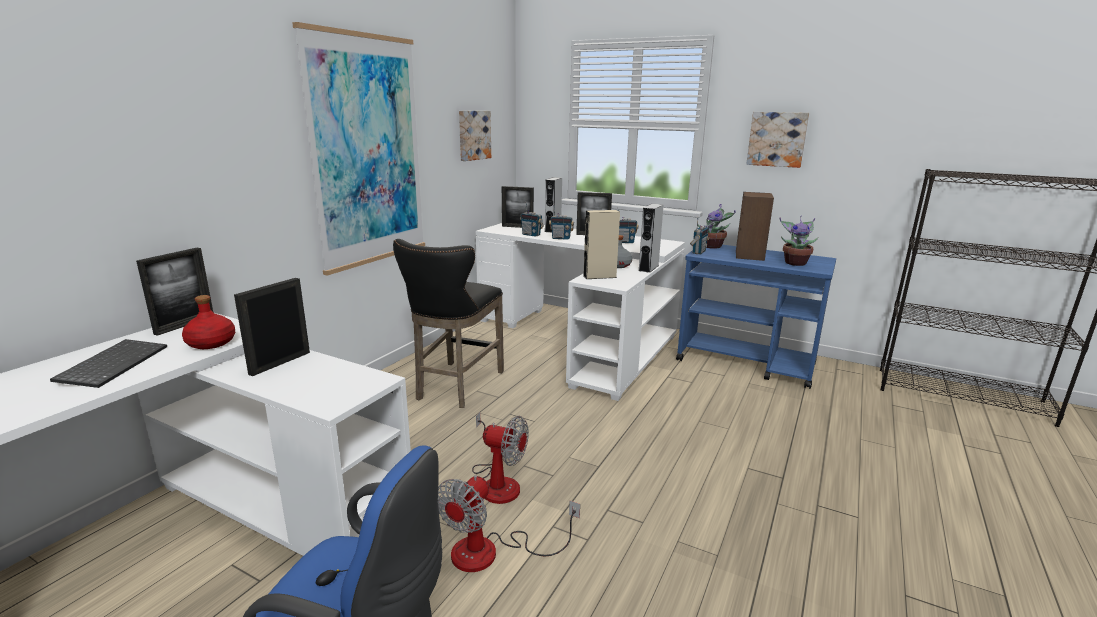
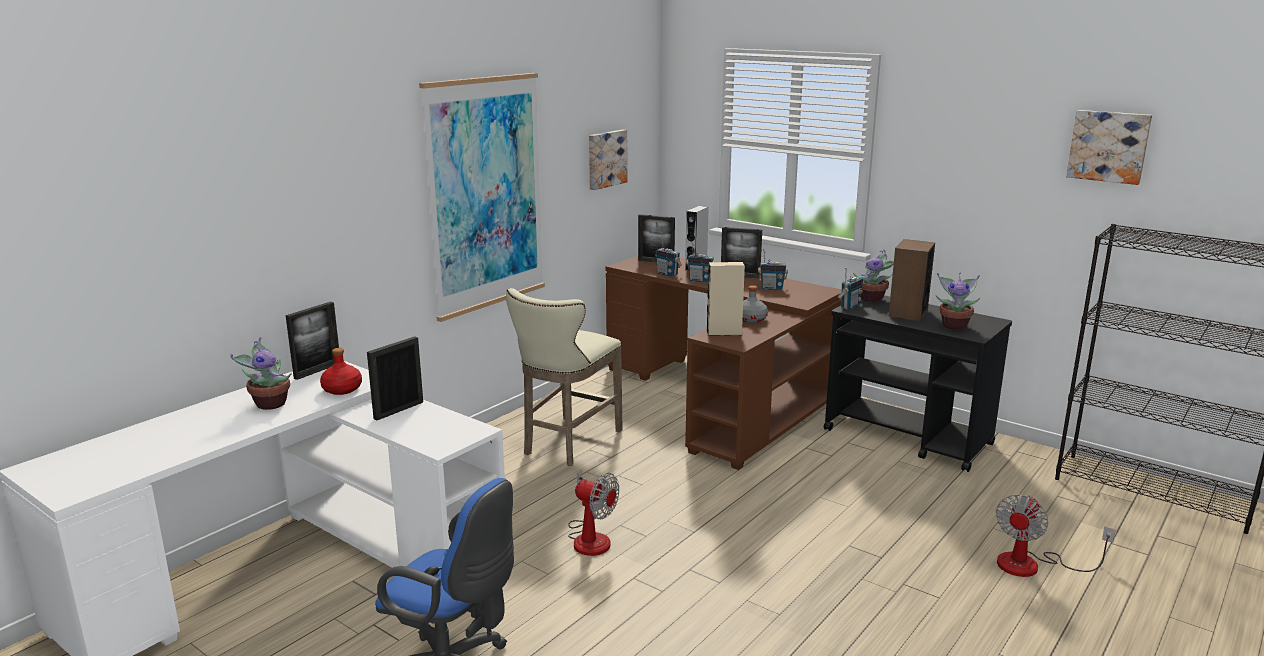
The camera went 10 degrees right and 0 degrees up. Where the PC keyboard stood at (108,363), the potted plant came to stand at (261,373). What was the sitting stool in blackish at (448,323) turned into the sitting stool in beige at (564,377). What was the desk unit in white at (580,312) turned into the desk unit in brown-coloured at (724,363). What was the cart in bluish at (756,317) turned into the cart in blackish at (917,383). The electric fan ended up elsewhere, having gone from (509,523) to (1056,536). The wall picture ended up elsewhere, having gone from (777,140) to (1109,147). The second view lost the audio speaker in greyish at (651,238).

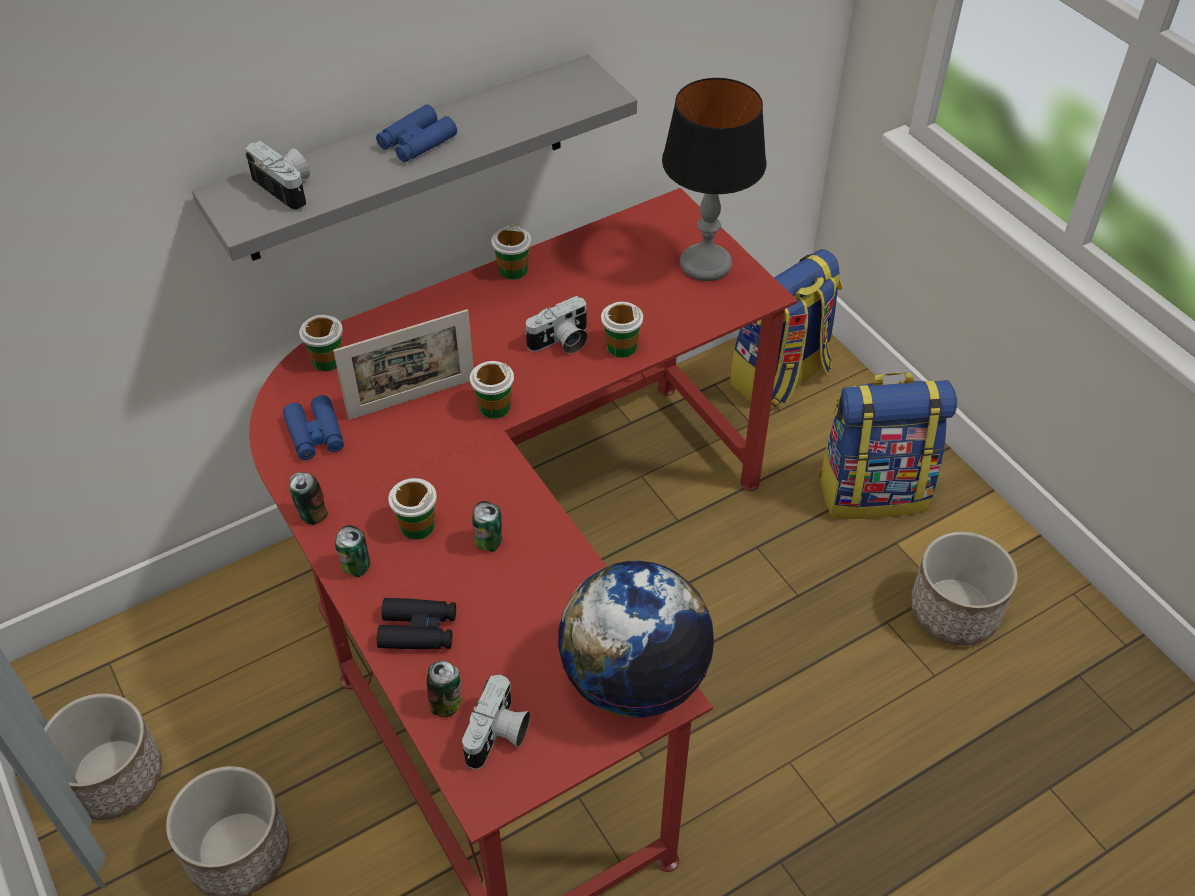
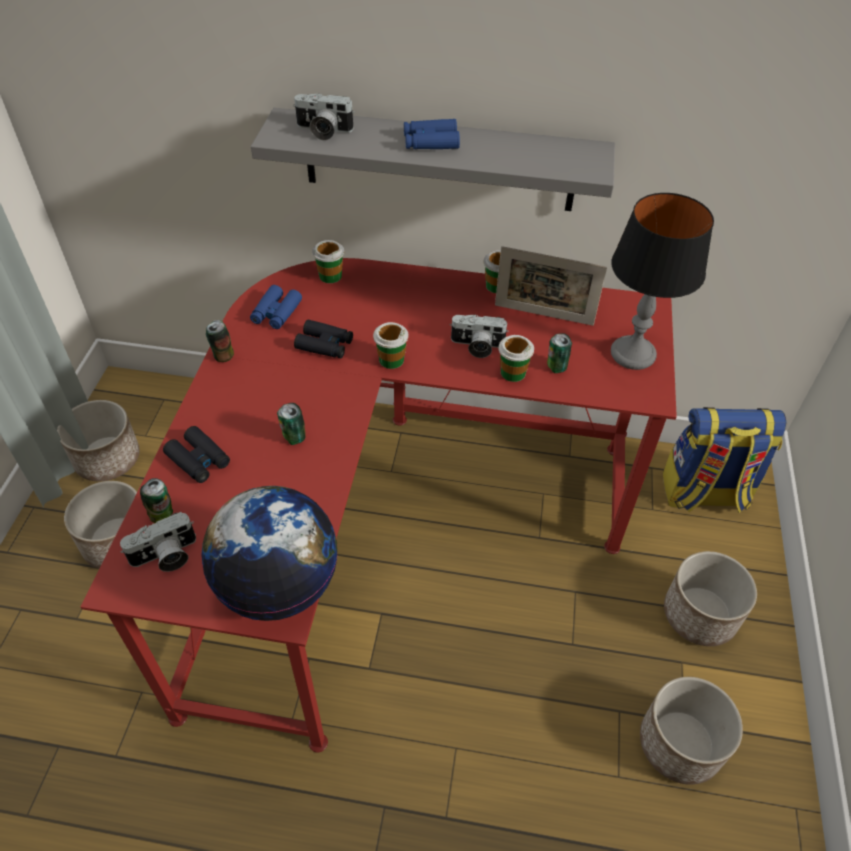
The camera went 40 degrees right and 0 degrees up. The photo camera at (277,176) ended up facing another way, 105 degrees clockwise from before. The second view gained the field glasses in blackish at (323,339). The standing frame ended up elsewhere, having gone from (403,364) to (551,286). The metal can ended up elsewhere, having gone from (352,551) to (559,353). Where the backpack stood at (887,446), the plant pot came to stand at (710,598). The second view lost the drinking cup at (412,509).

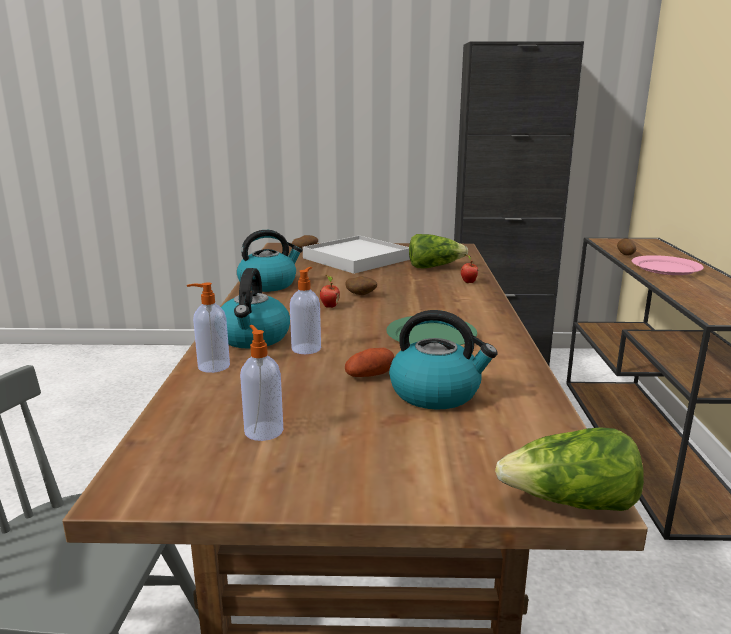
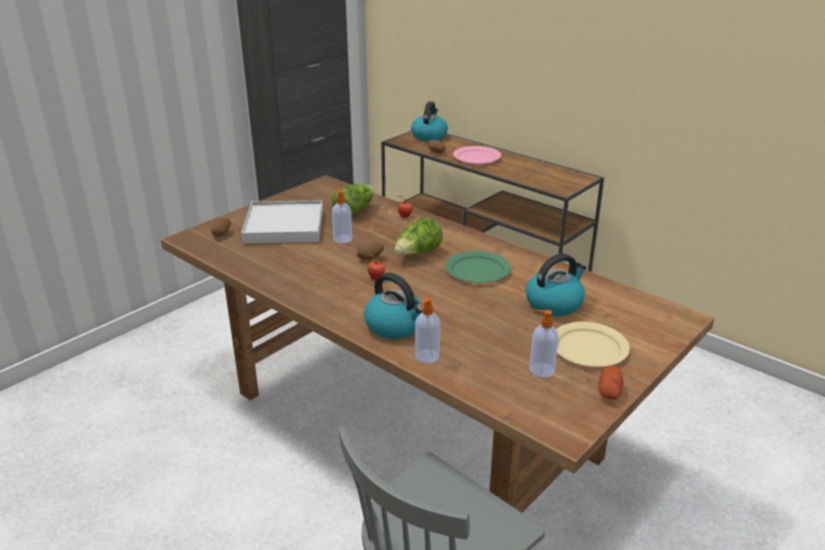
The camera went 50 degrees left and 10 degrees up. The liquid soap bottle ended up elsewhere, having gone from (305,310) to (342,215). The lettuce head ended up elsewhere, having gone from (569,469) to (419,236). The tea kettle ended up elsewhere, having gone from (269,261) to (429,121). The second view gained the dinner plate in beige at (593,344). The whole potato ended up elsewhere, having gone from (369,362) to (611,382).

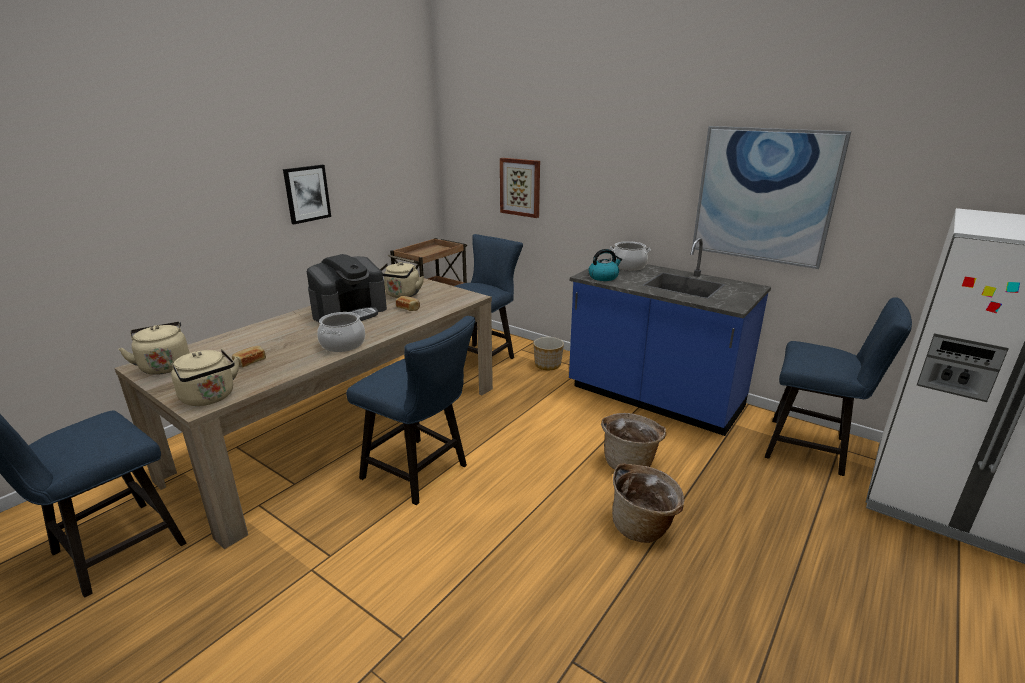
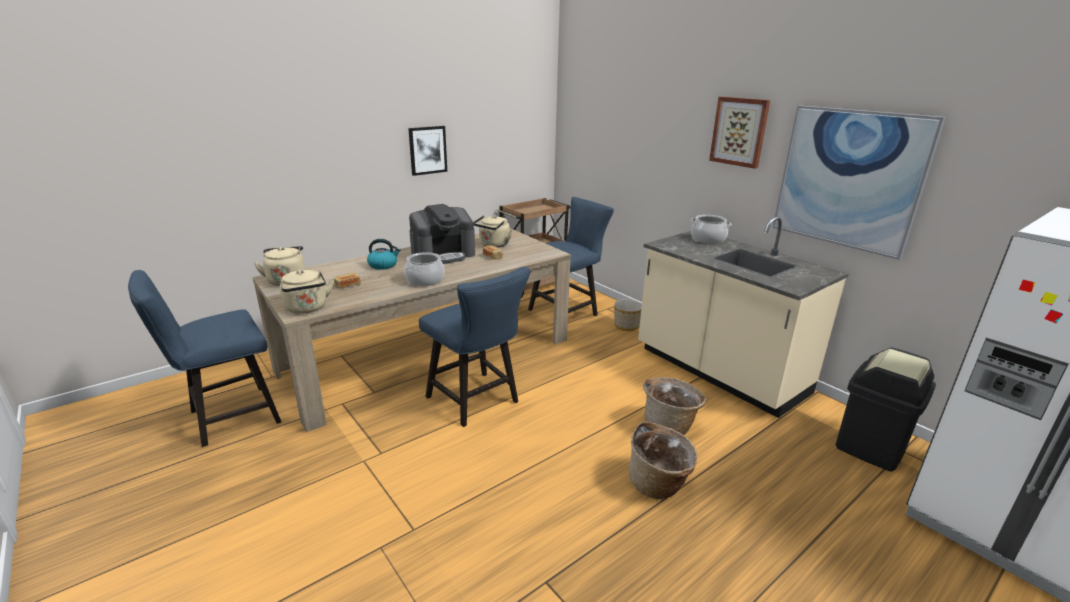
The camera went 15 degrees right and 0 degrees up. The tea kettle ended up elsewhere, having gone from (605,265) to (384,254). What was the counter in bluish at (670,337) turned into the counter in beige at (743,317). The wall picture ended up elsewhere, having gone from (520,188) to (739,132). Where the plain chair in bluish stood at (838,386), the rubbish bin in blackish came to stand at (886,409).

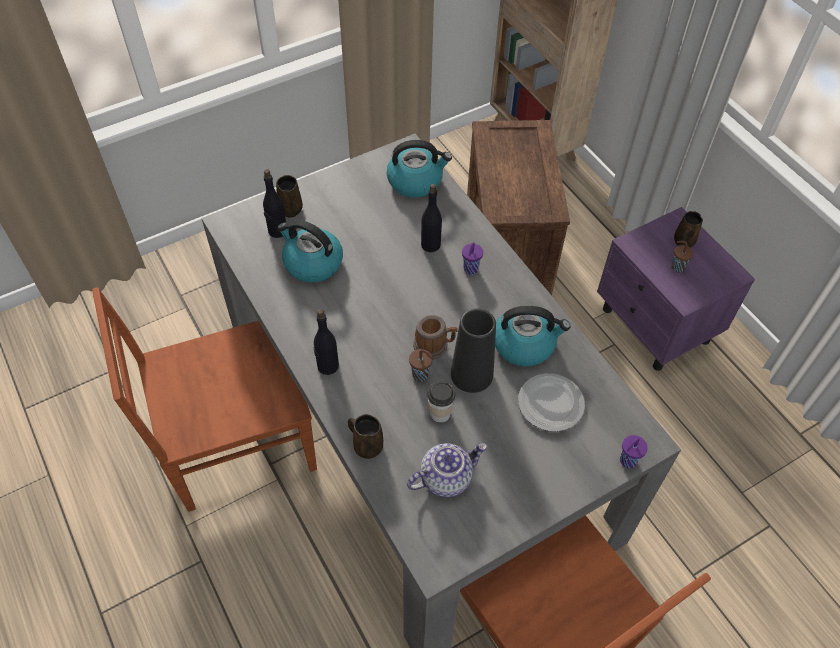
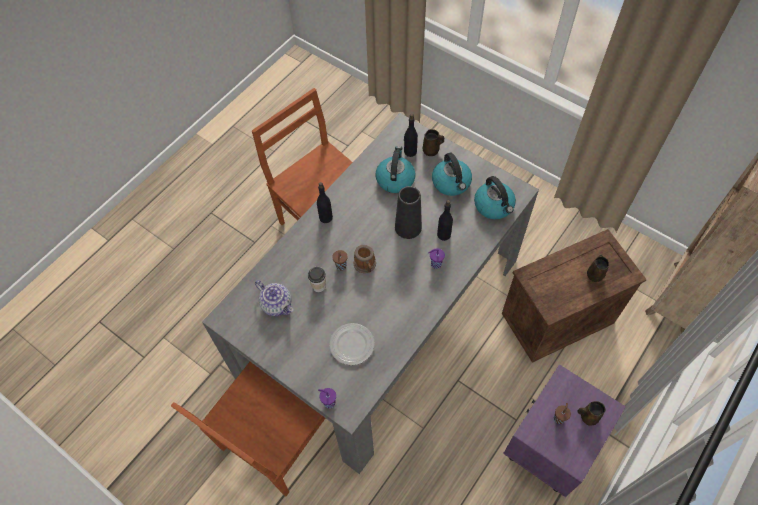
The camera went 70 degrees right and 5 degrees up. The decorative vase in blackish ended up elsewhere, having gone from (473,351) to (408,212). The tea kettle ended up elsewhere, having gone from (532,336) to (452,174). The tea mug in brown-coloured ended up elsewhere, having gone from (365,436) to (598,268).

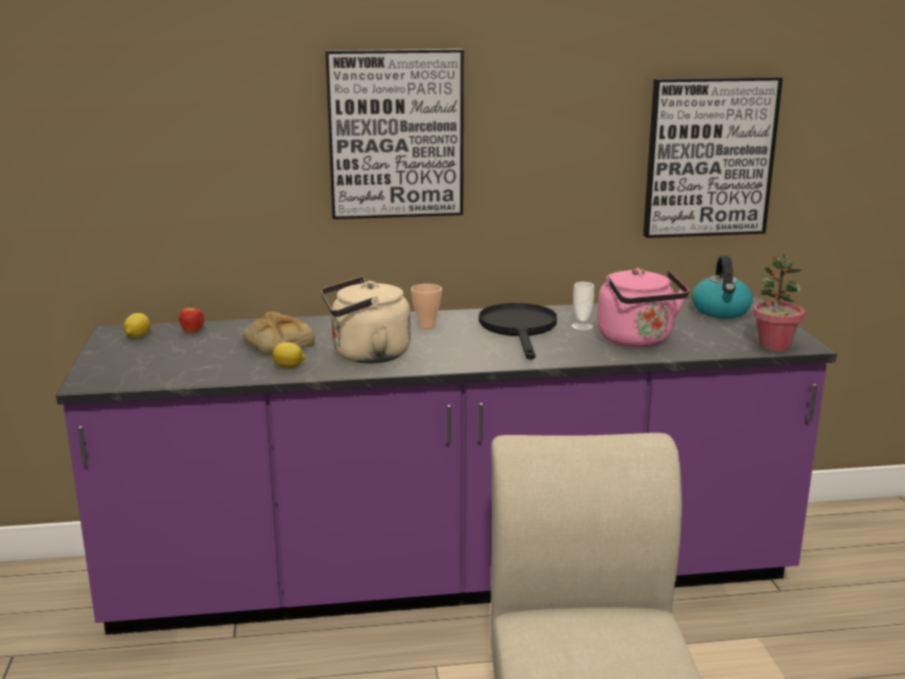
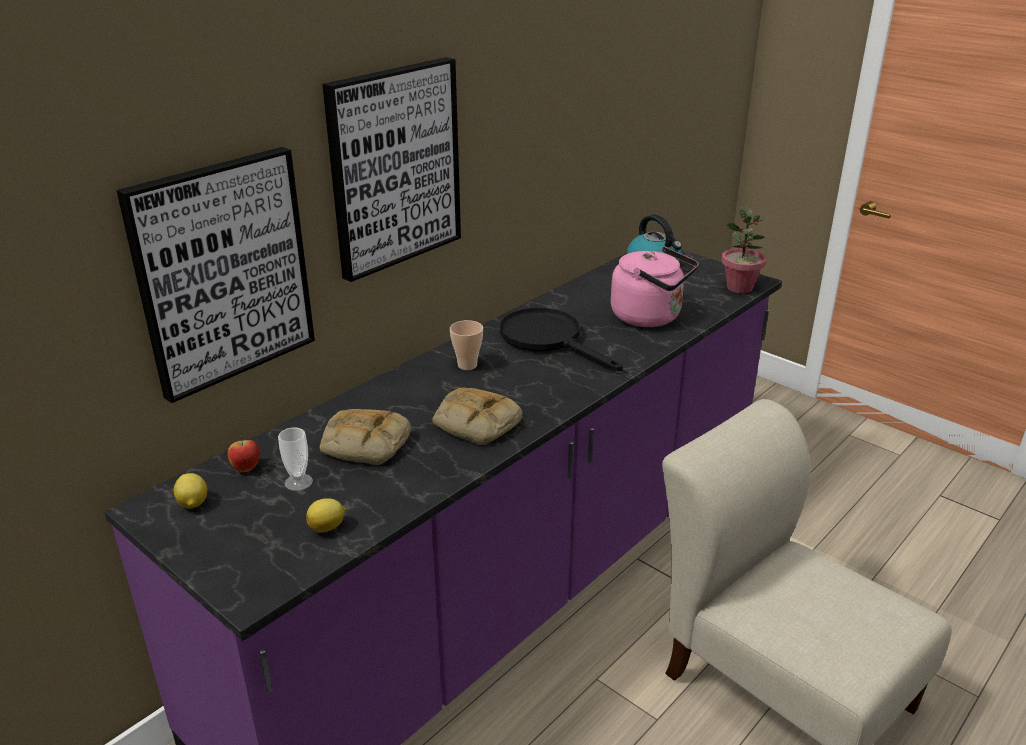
The camera went 40 degrees left and 10 degrees up. The wall picture ended up elsewhere, having gone from (713,157) to (215,275). The drinking cup ended up elsewhere, having gone from (583,306) to (295,459). The lemon ended up elsewhere, having gone from (288,355) to (325,515). Where the tea kettle in beige stood at (366,320), the baked bread came to stand at (477,416).

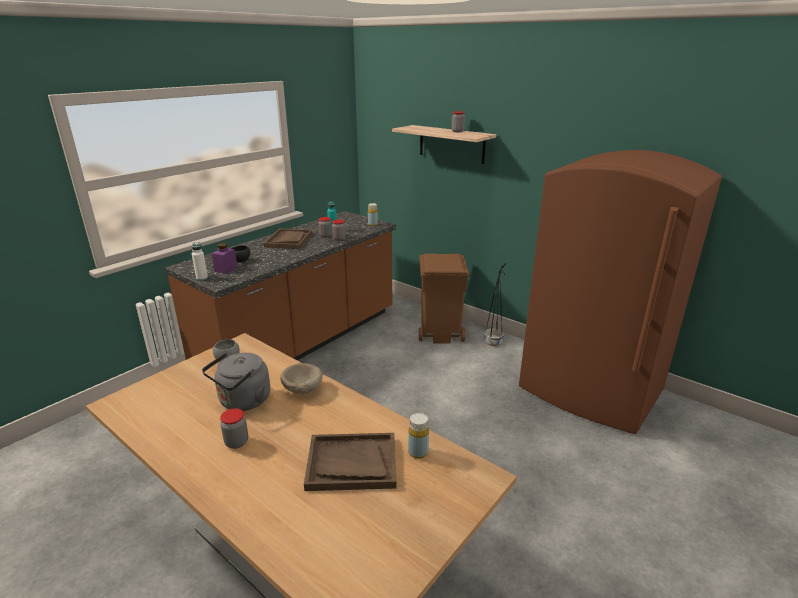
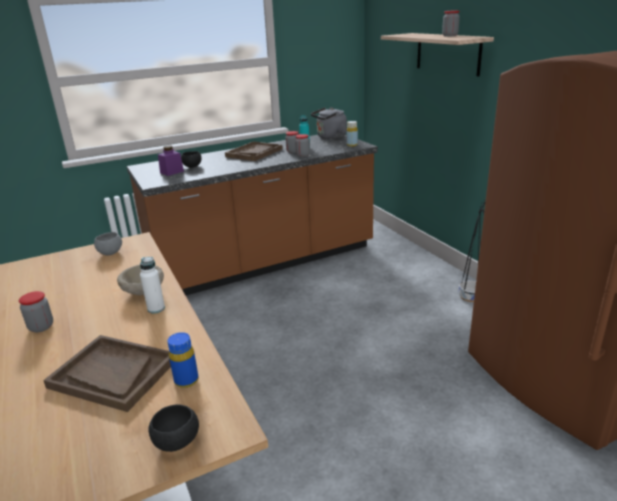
The camera went 25 degrees right and 0 degrees up. The bottle in white ended up elsewhere, having gone from (200,261) to (152,285). The second view gained the bowl in blackish at (173,428). What was the bottle in yellow-coloured at (418,436) turned into the bottle in bluish at (183,360). The tea kettle in greyish ended up elsewhere, having gone from (236,382) to (329,123). The second view lost the rubbish bin in brown-coloured at (444,299).

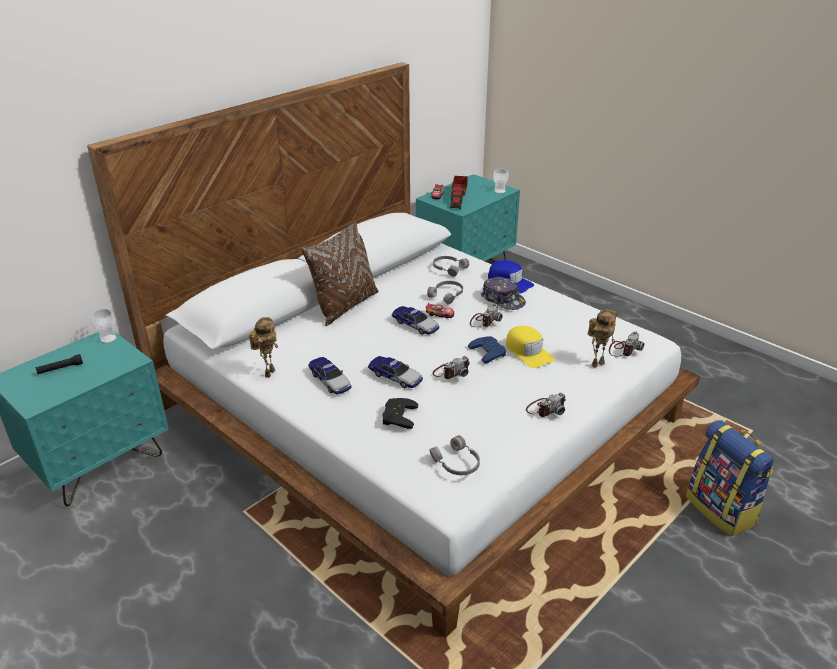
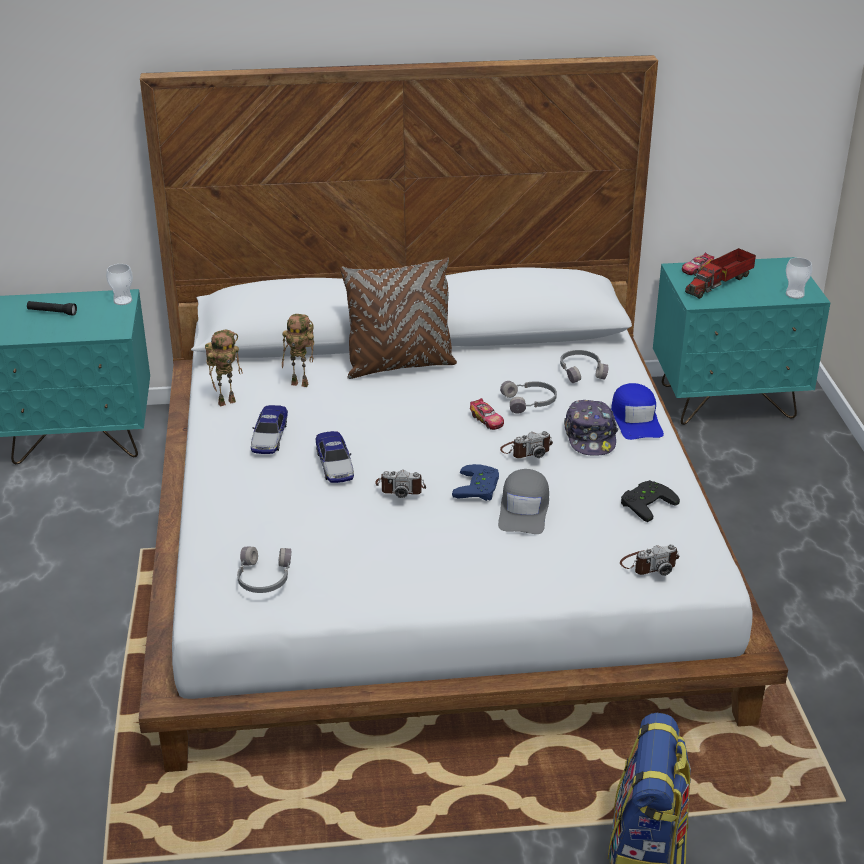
The camera went 40 degrees right and 0 degrees up. The model robot ended up elsewhere, having gone from (602,338) to (298,350). What was the peaked cap in yellow-coloured at (530,347) turned into the peaked cap in greyish at (523,501). The gamepad in blackish ended up elsewhere, having gone from (400,413) to (650,501). The second view lost the toy car at (416,320). The second view lost the photo camera at (546,404).

